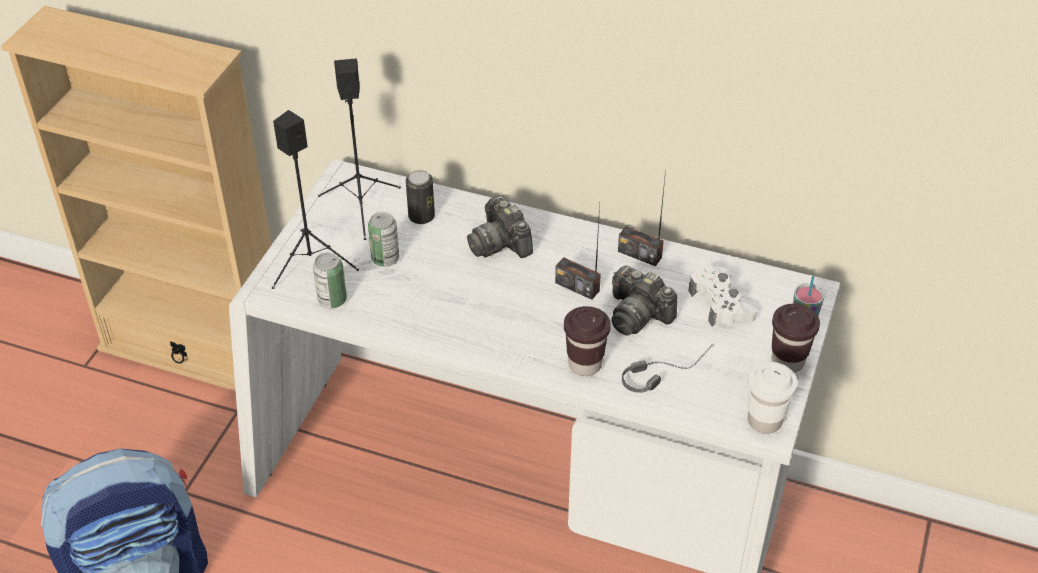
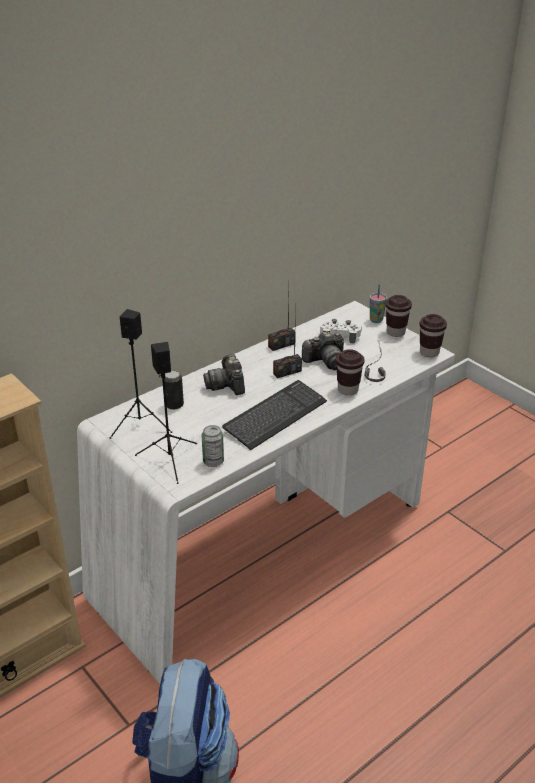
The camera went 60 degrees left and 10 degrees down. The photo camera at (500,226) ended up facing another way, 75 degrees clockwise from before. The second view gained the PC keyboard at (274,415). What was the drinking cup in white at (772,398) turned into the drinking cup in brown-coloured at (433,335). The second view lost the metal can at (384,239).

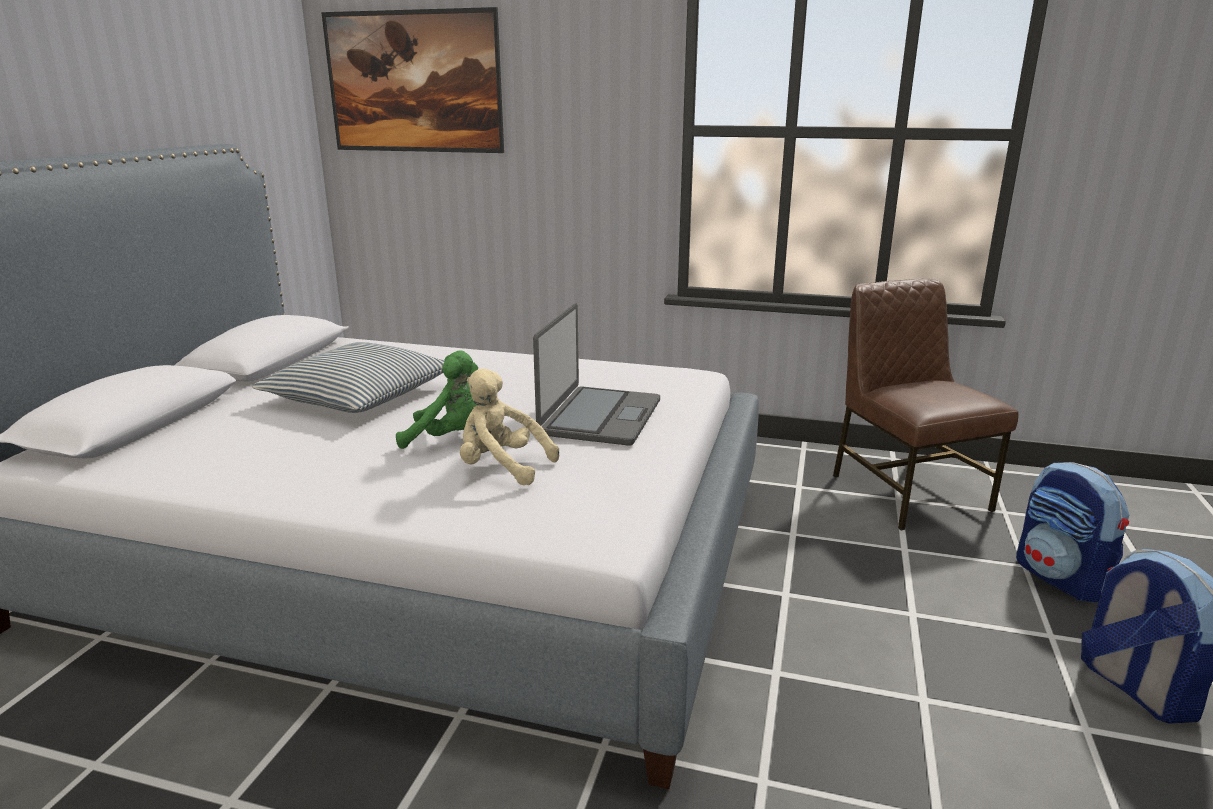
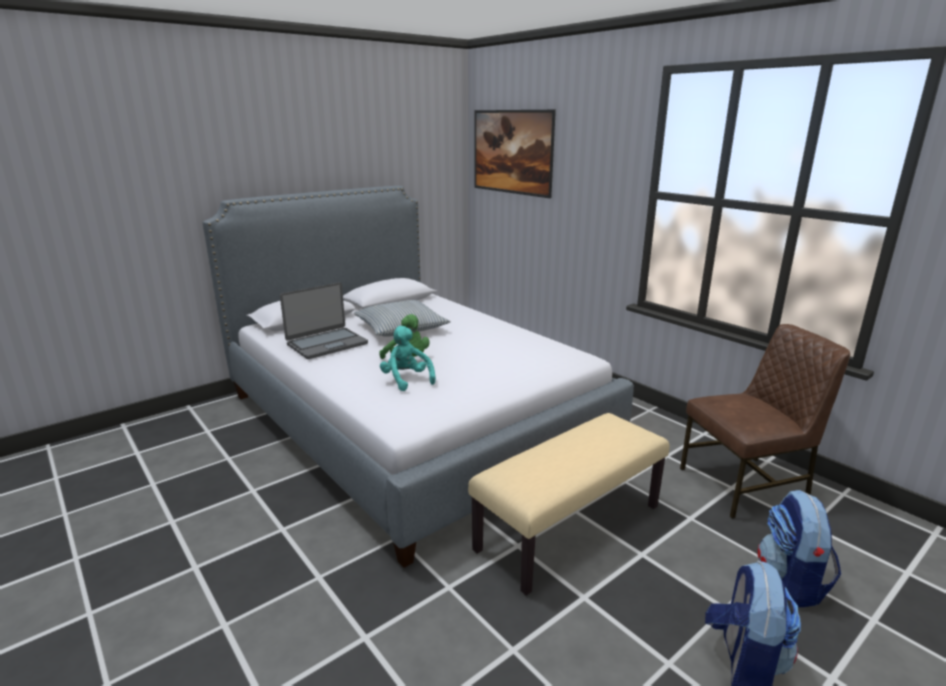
The camera went 35 degrees right and 0 degrees up. The notebook computer ended up elsewhere, having gone from (596,375) to (324,320). What was the plush toy in beige at (509,427) turned into the plush toy in turquoise at (408,358). The second view gained the indoor bench in beige at (569,504). The plain chair in brown-coloured at (925,404) ended up facing another way, 60 degrees clockwise from before.

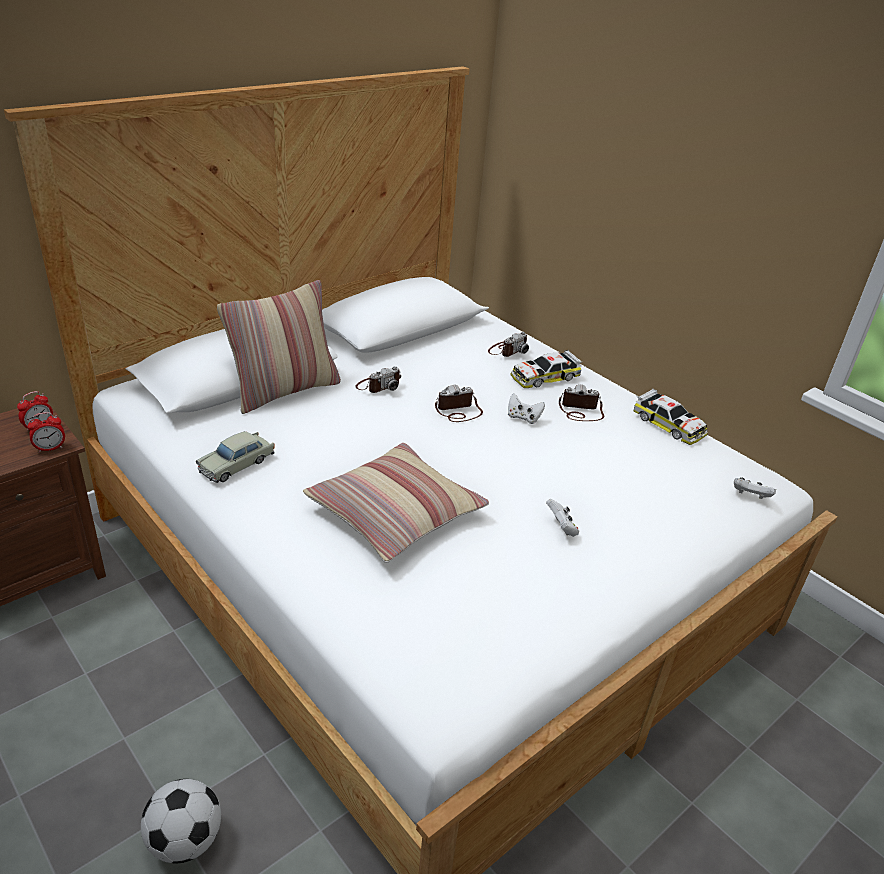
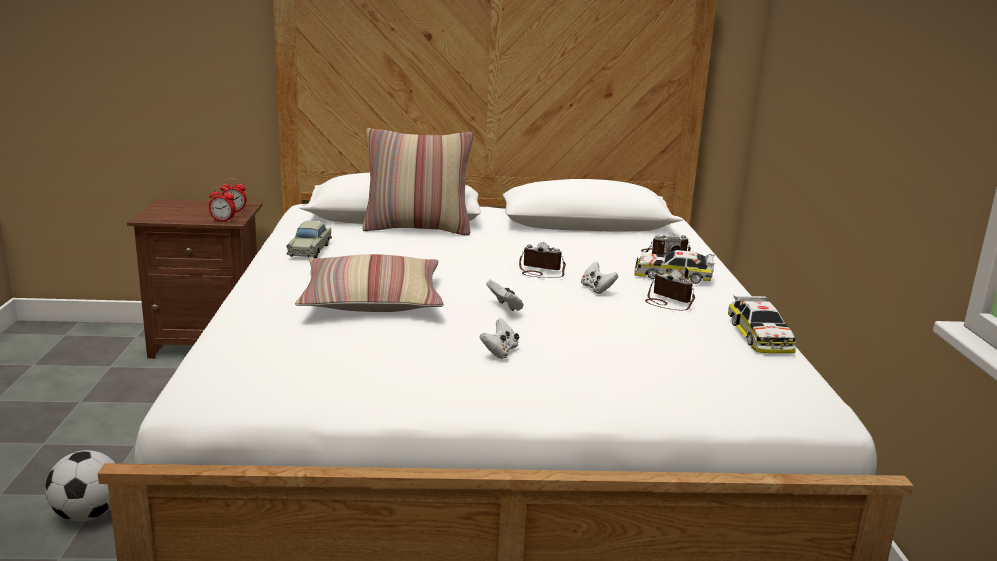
The camera went 40 degrees right and 15 degrees down. The toy car in beige at (235,457) ended up facing another way, 75 degrees counterclockwise from before. The gamepad in white ended up elsewhere, having gone from (755,488) to (505,295). The second view lost the photo camera at (378,379).

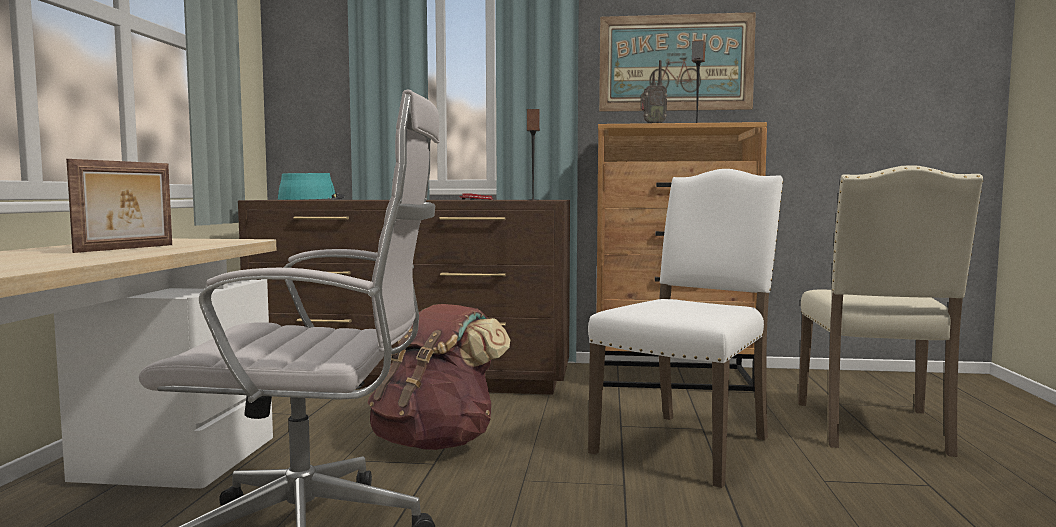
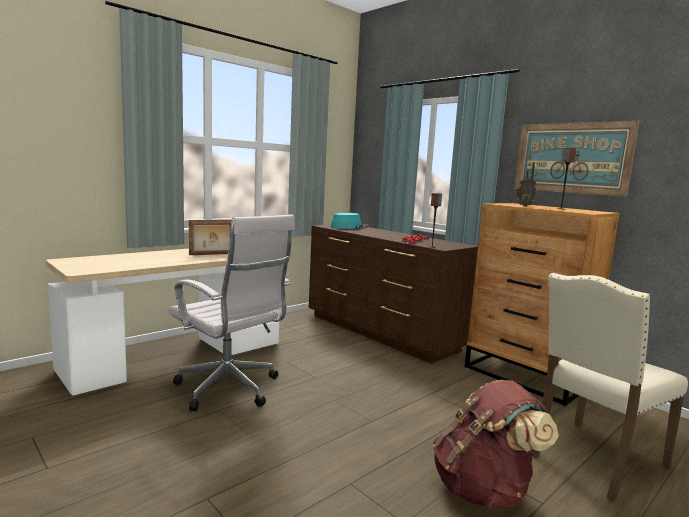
The camera went 40 degrees right and 5 degrees up. The backpack in brown-coloured ended up elsewhere, having gone from (438,377) to (496,444). The second view lost the plain chair in white at (685,328).

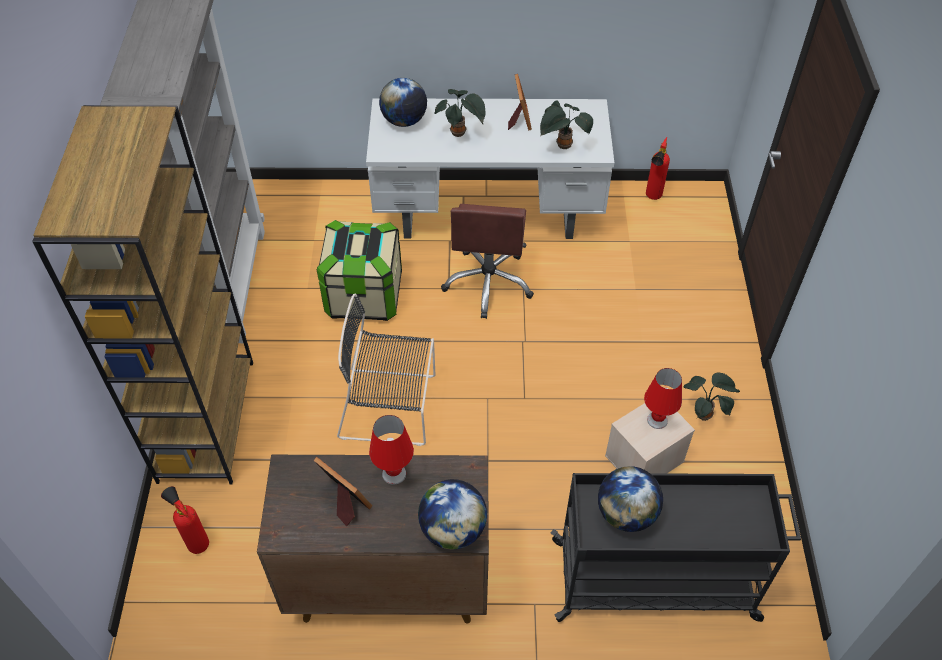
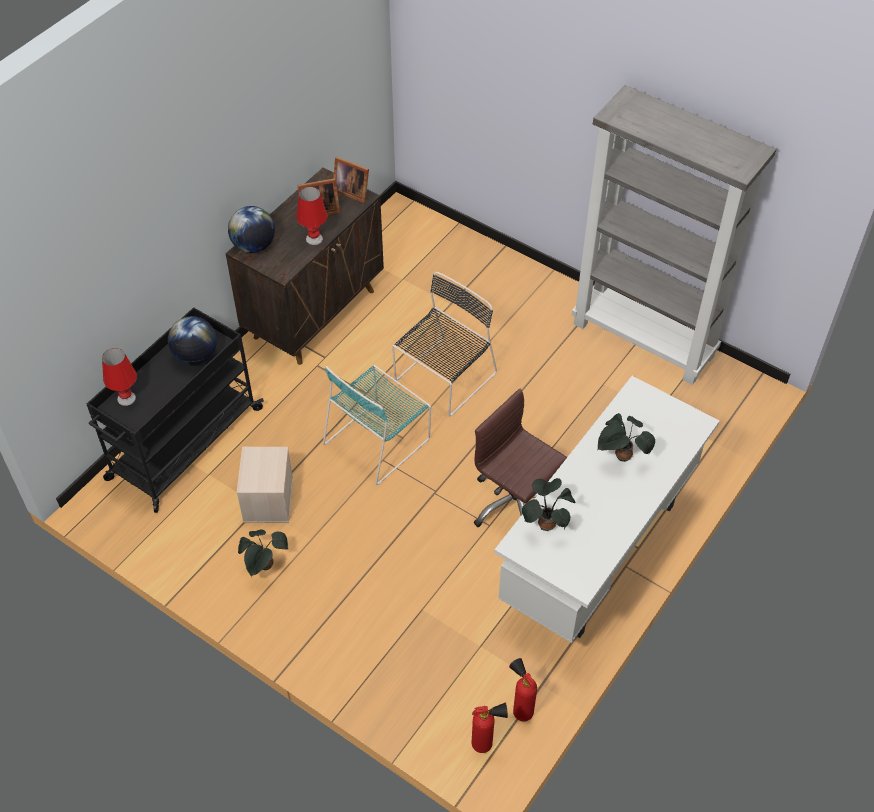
The camera went 125 degrees right and 0 degrees up. The lamp for a table in red ended up elsewhere, having gone from (663,398) to (119,377). The second view gained the plain chair in turquoise at (377,425). The standing frame ended up elsewhere, having gone from (520,102) to (351,180). The extinguisher ended up elsewhere, having gone from (185,520) to (490,728). The second view lost the shelving unit in brown-coloured at (142,294). The second view lost the storage bin at (359,270). The second view lost the globe at (403,102).

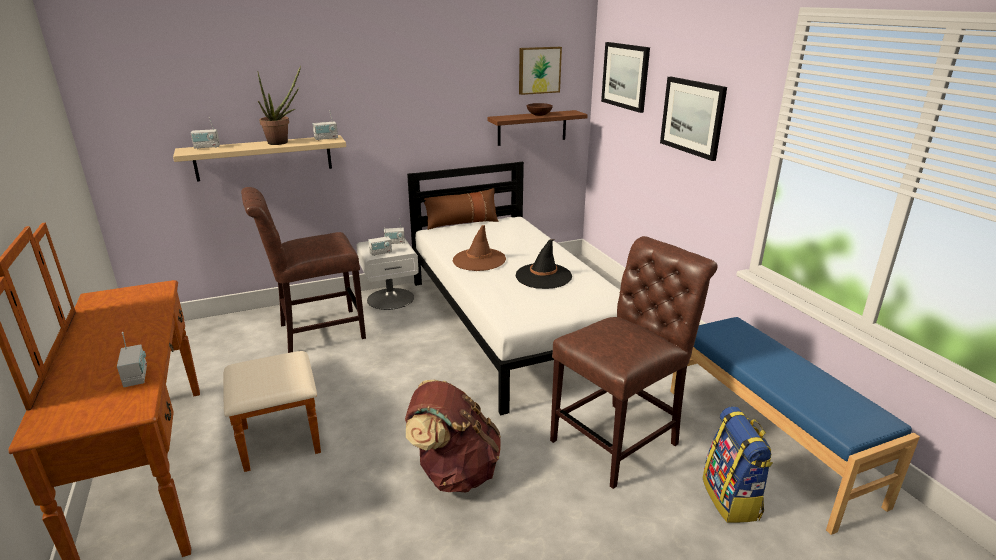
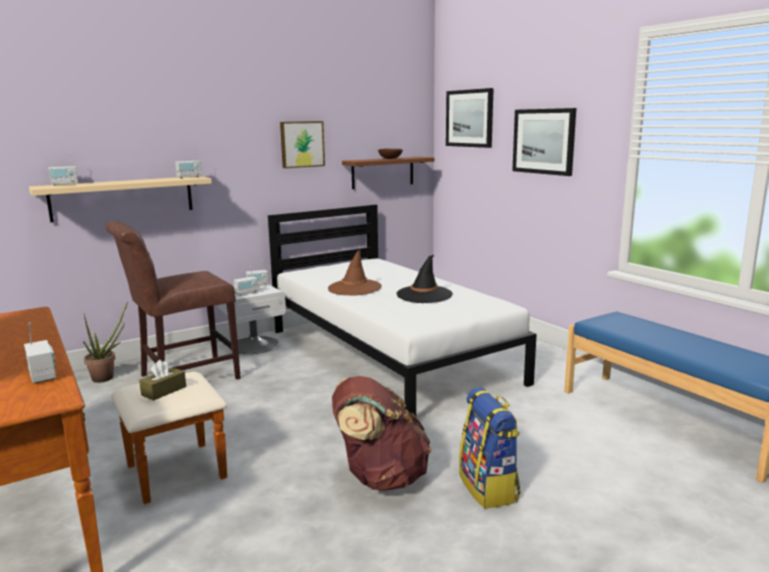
The camera went 10 degrees left and 10 degrees down. The potted plant ended up elsewhere, having gone from (279,105) to (105,342). The second view gained the tissue holder in brown-coloured at (162,380). The wall picture ended up elsewhere, having gone from (540,71) to (302,144). The backpack ended up elsewhere, having gone from (738,464) to (489,448). The second view lost the pillow in brown-coloured at (461,209). The second view lost the plain chair in brown-coloured at (634,362).

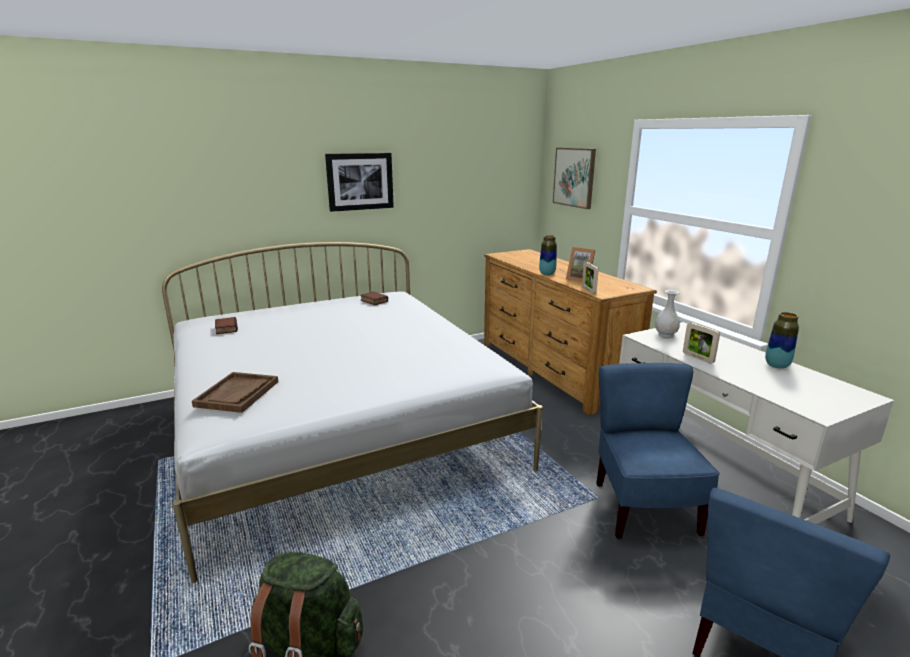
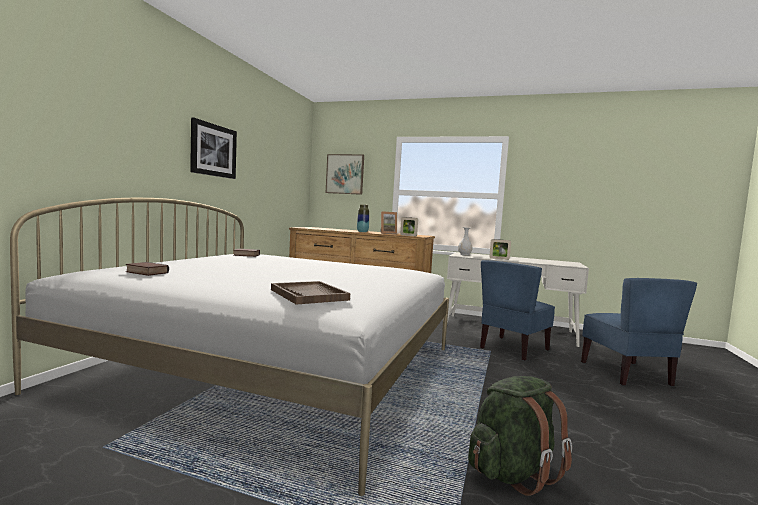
The camera went 45 degrees left and 15 degrees down. The plain chair in bluish at (658,451) ended up facing another way, 90 degrees counterclockwise from before. The second view lost the decorative vase at (782,340).

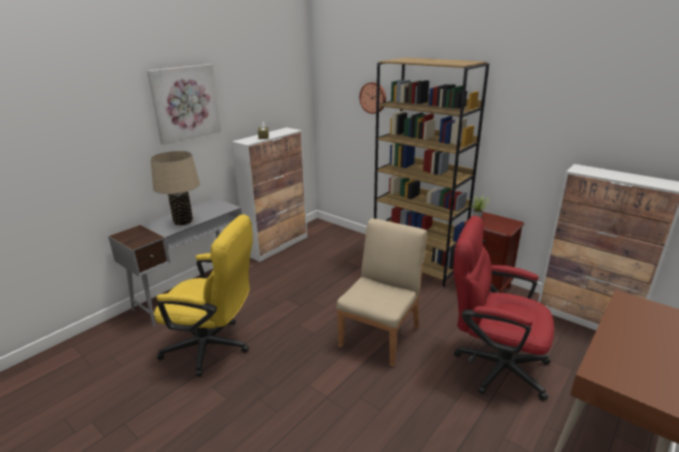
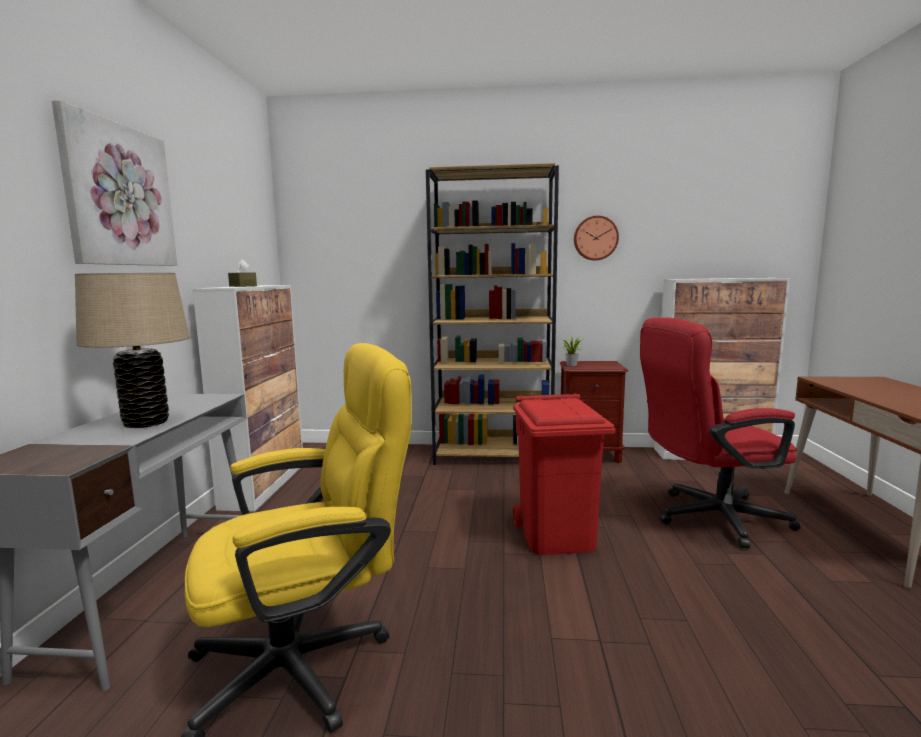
The camera went 35 degrees left and 15 degrees down. Where the plain chair in beige stood at (382,292), the rubbish bin in red came to stand at (564,474). The clock on the wall ended up elsewhere, having gone from (372,98) to (596,238).

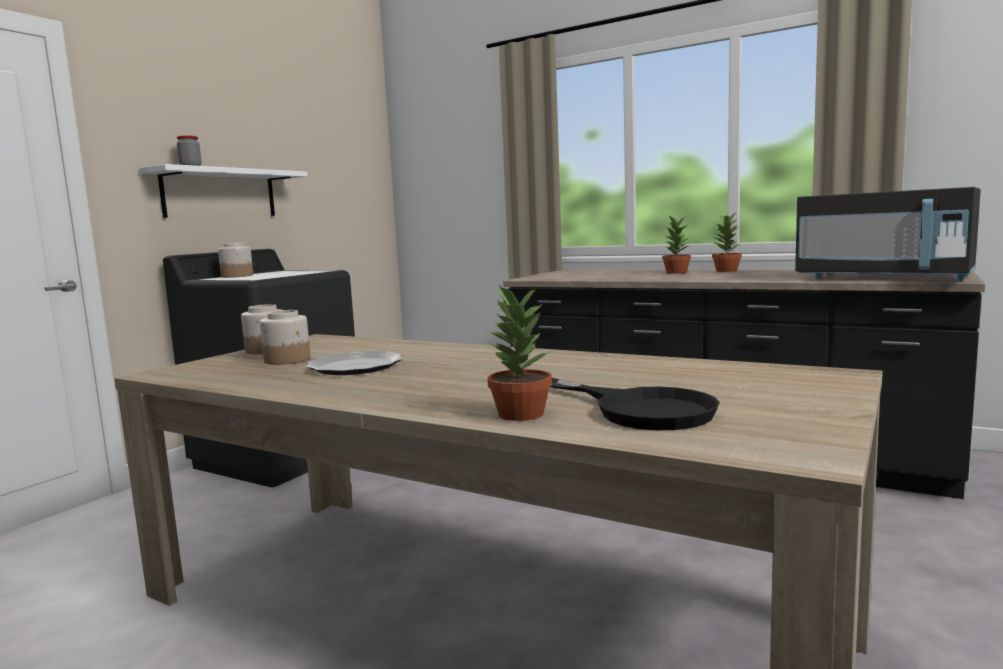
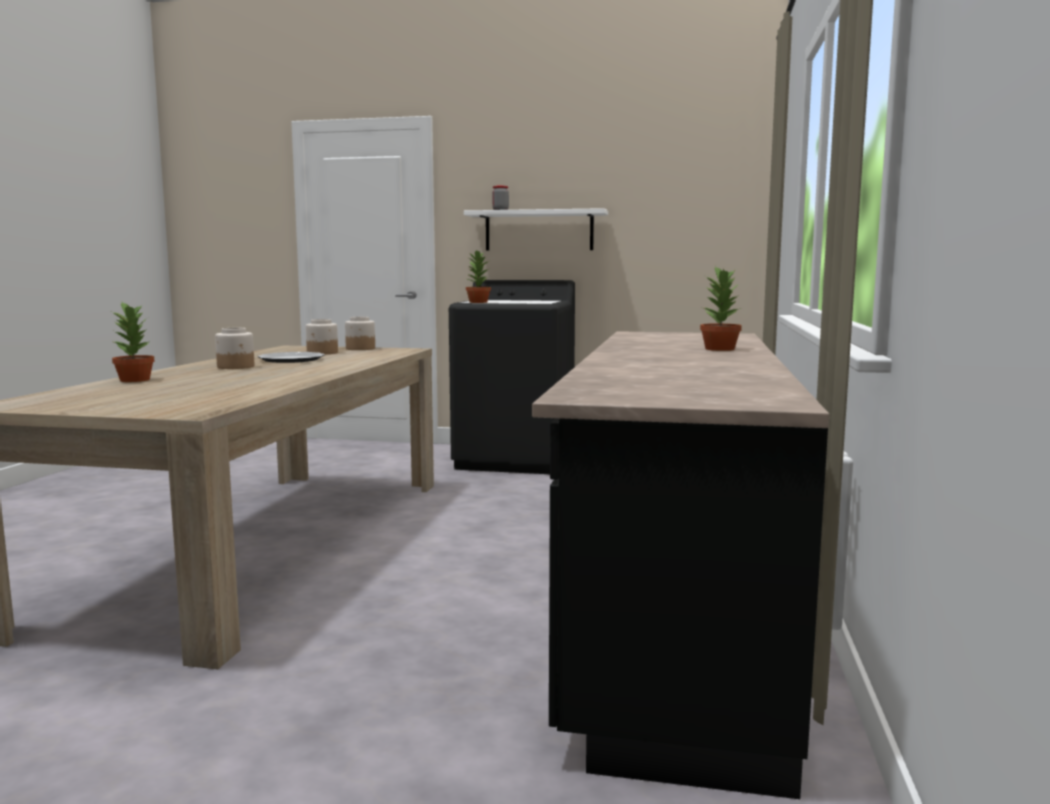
The camera went 70 degrees right and 0 degrees up. The jar ended up elsewhere, having gone from (235,260) to (234,348). The potted plant ended up elsewhere, having gone from (727,242) to (478,277). The second view lost the pan in blackish at (635,404). The second view lost the microwave in blackish at (888,234).

